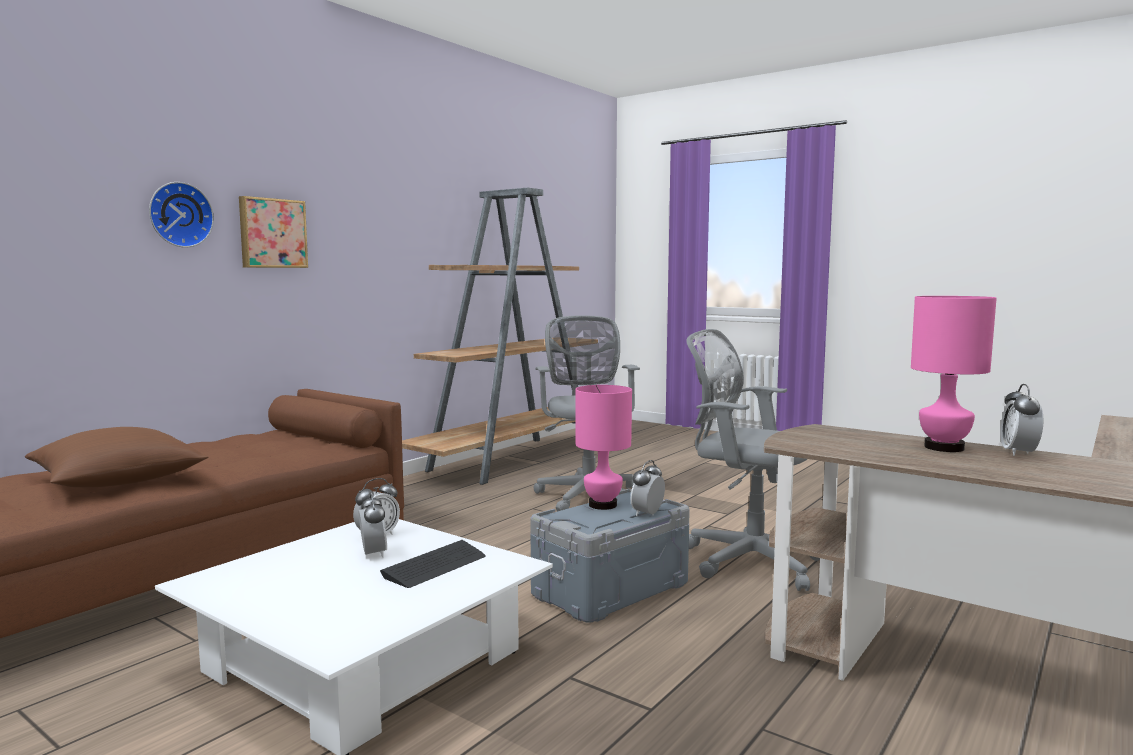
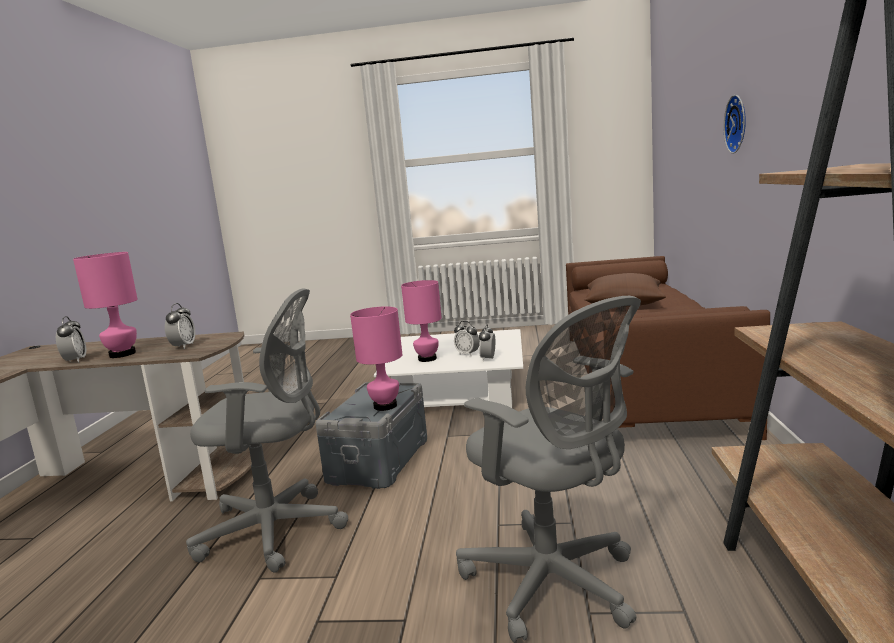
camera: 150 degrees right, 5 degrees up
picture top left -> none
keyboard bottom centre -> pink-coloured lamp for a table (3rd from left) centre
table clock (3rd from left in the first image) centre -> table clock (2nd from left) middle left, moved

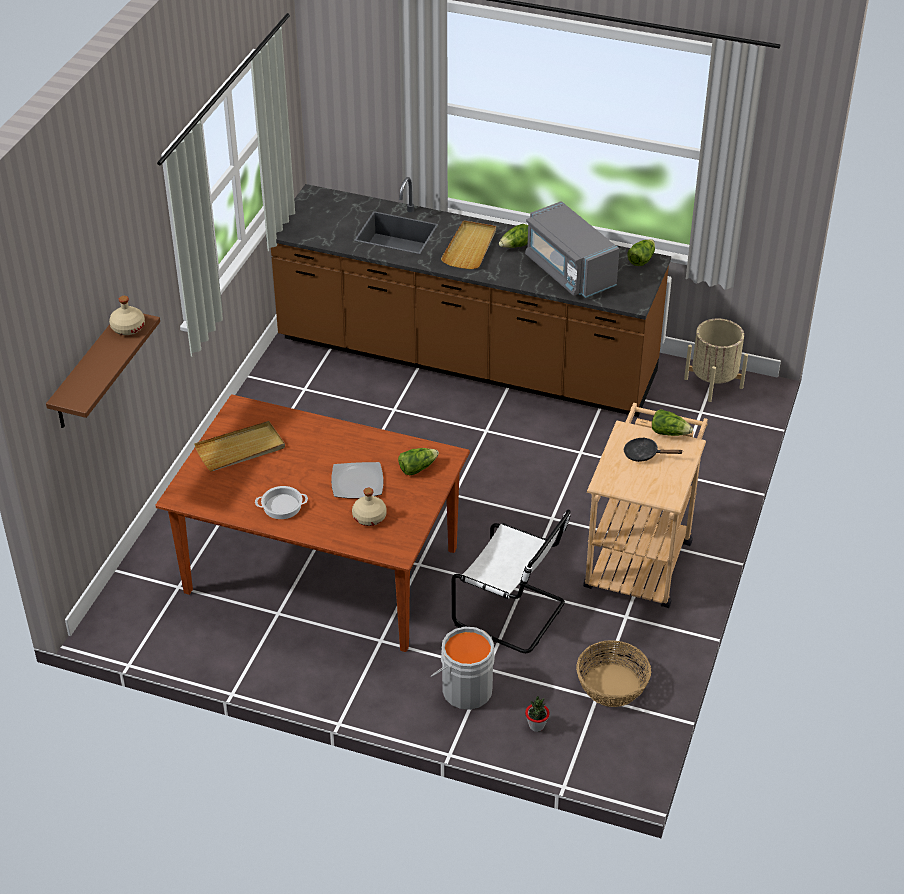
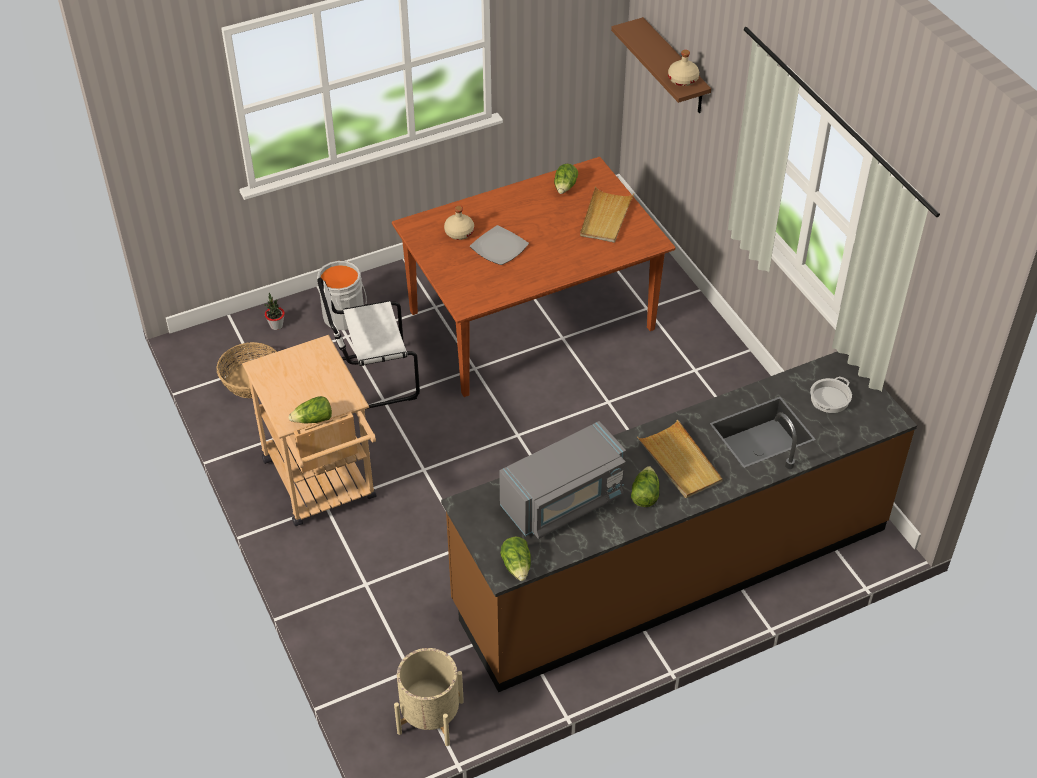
camera: 135 degrees right, 5 degrees up
stockpot middle left -> stockpot middle right, moved
head of lettuce (1st from left in the first image) centre -> head of lettuce (3rd from left) top centre, moved
gray microwave oven top centre -> gray microwave oven centre, 135 degrees clockwise
black pan middle right -> none

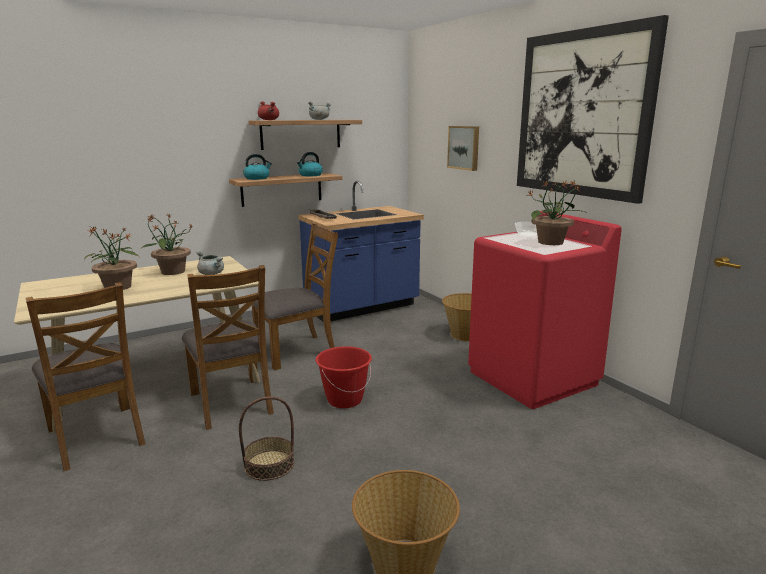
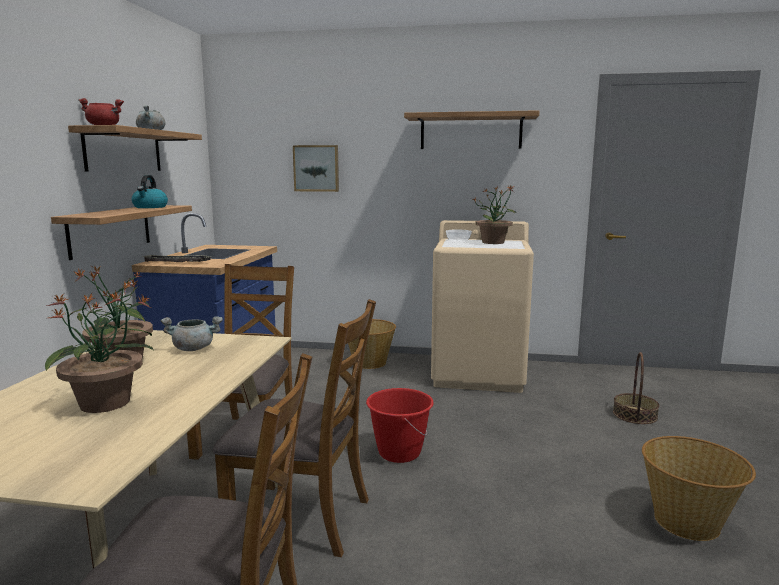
camera: 50 degrees left, 5 degrees down
household basket (1st from left in the first image) bottom centre -> household basket (2nd from left) middle right, moved
water kettle (1st from left) top centre -> none
reddish laundry machine middle right -> beige-coloured laundry machine centre
picture (2nd from left) top right -> wall shelf (3rd from left) top centre

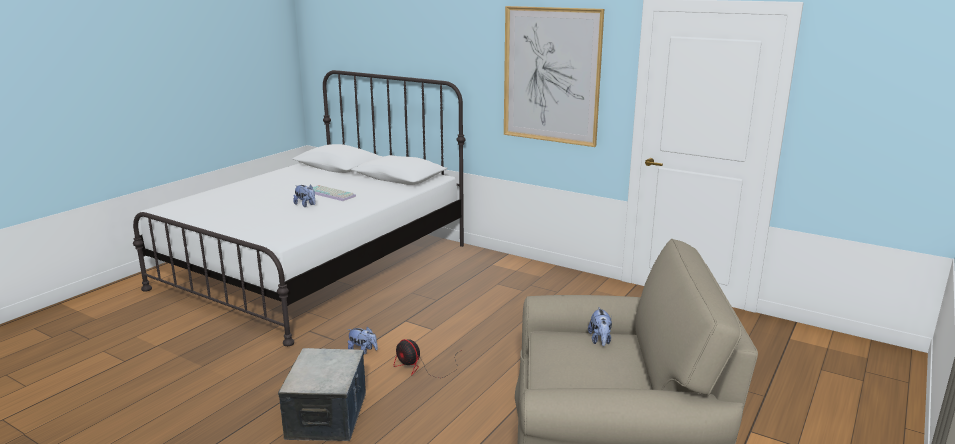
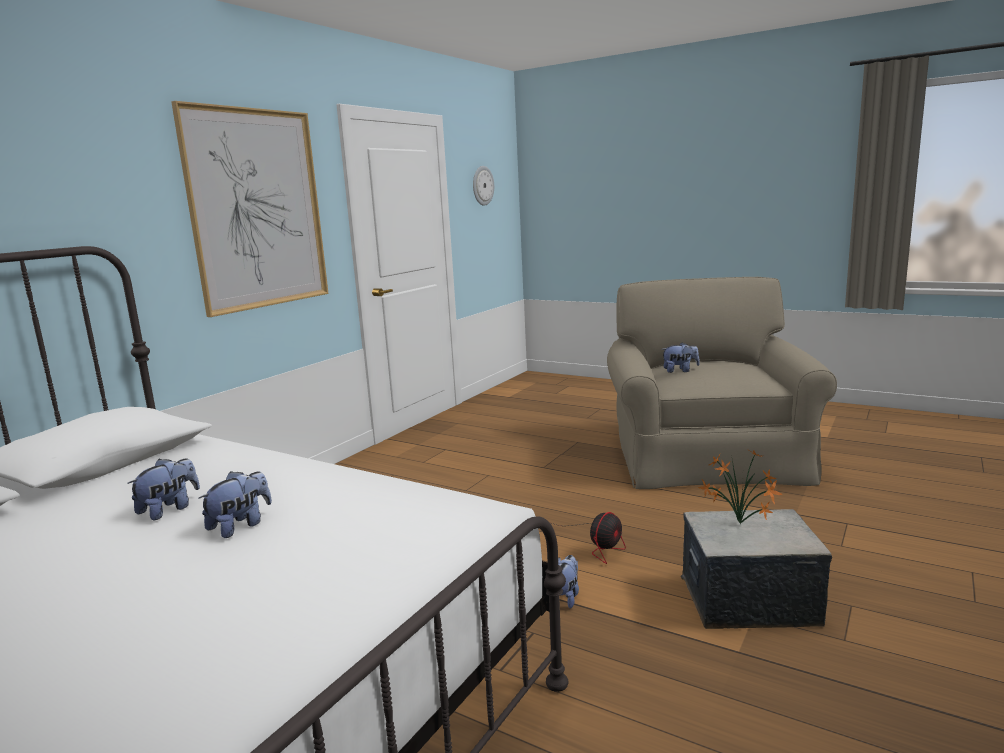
camera: 90 degrees left, 5 degrees down
keyboard centre -> soft toy (1st from left) middle left
none -> hanging clock top centre
none -> potted plant middle right

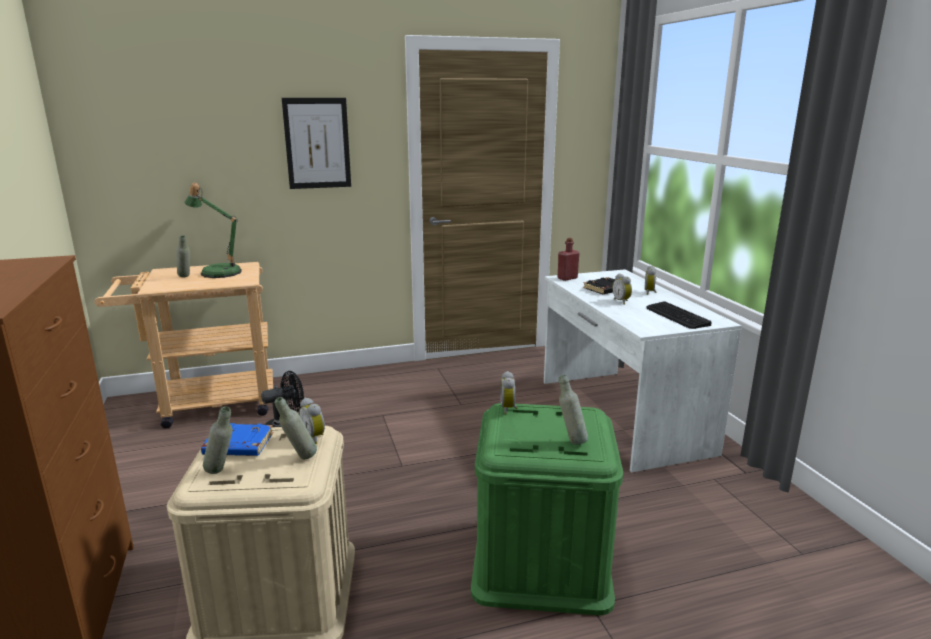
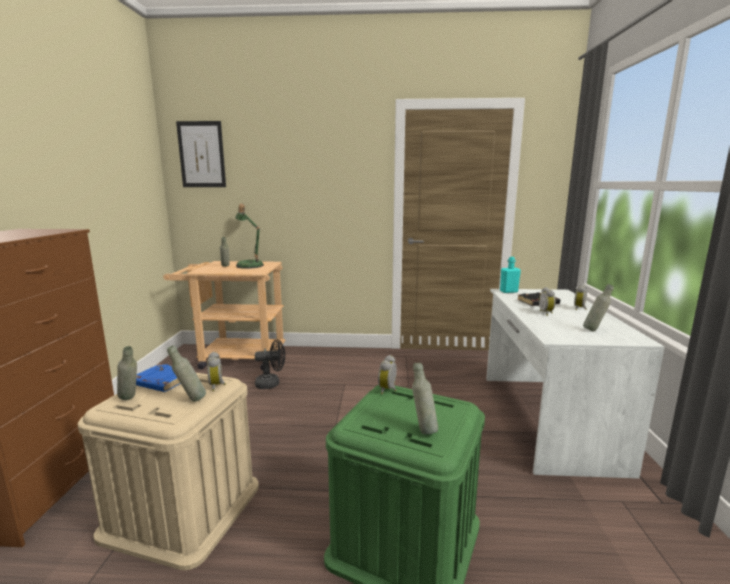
camera: 20 degrees right, 5 degrees down
picture top centre -> picture top left, moved
reddish drink bottle centre -> turquoise-coloured drink bottle middle right
keyboard middle right -> gray drink bottle (5th from left) middle right

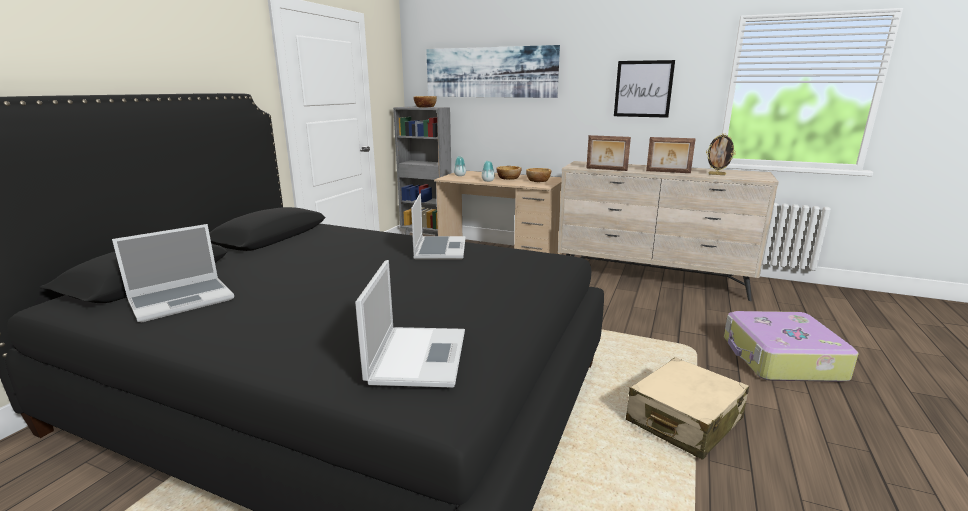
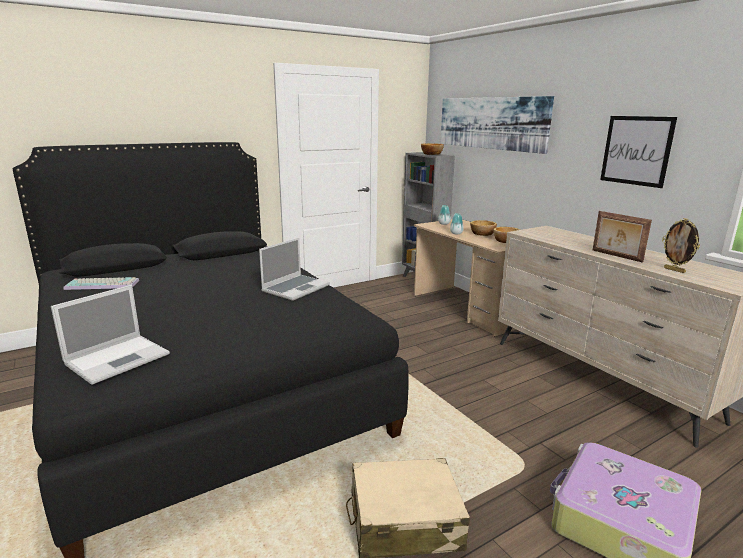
camera: 35 degrees right, 0 degrees up
laptop (1st from left) middle left -> keyboard middle left
picture frame (1st from left) top centre -> none

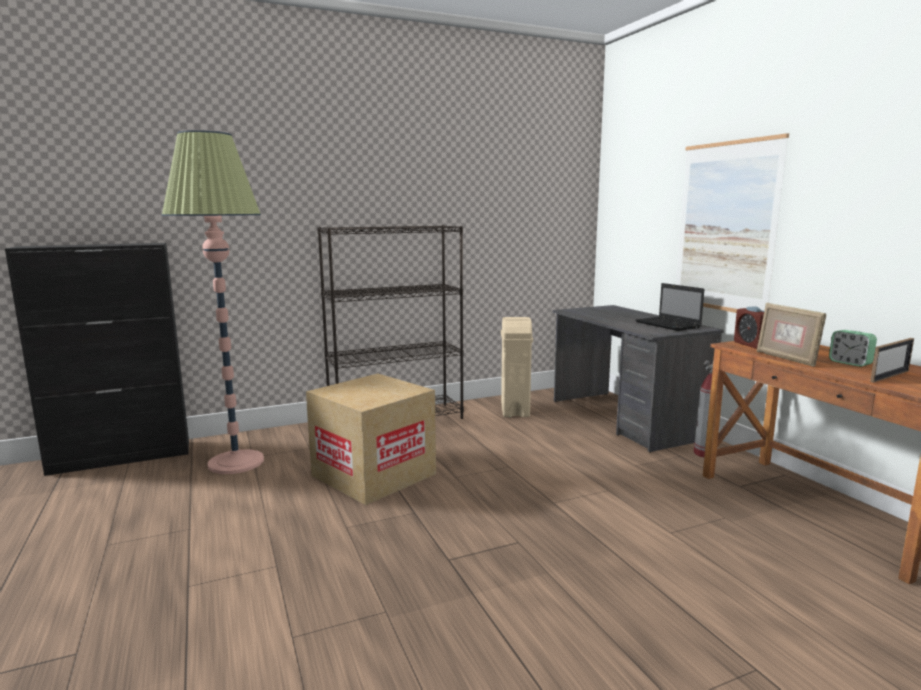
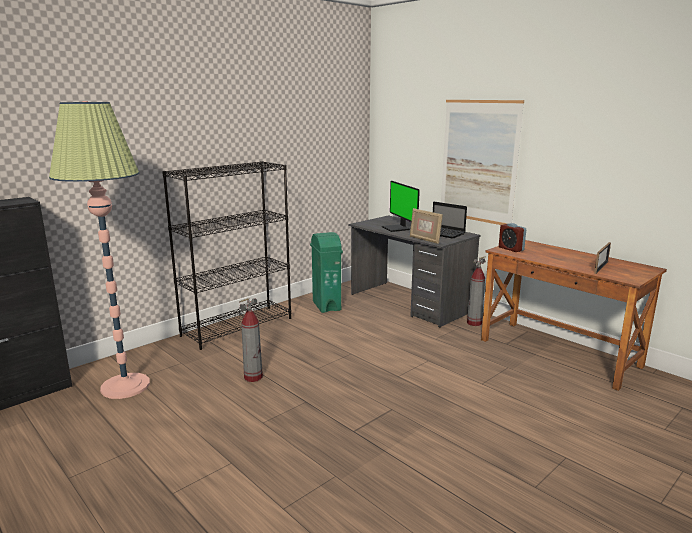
camera: 20 degrees left, 5 degrees up
packing box centre -> extinguisher (1st from left) centre
beige-coloured trash can centre -> greenish trash can centre
picture frame (1st from left) middle right -> picture frame (1st from left) centre, moved
table clock (2nd from left) middle right -> none
none -> computer display centre

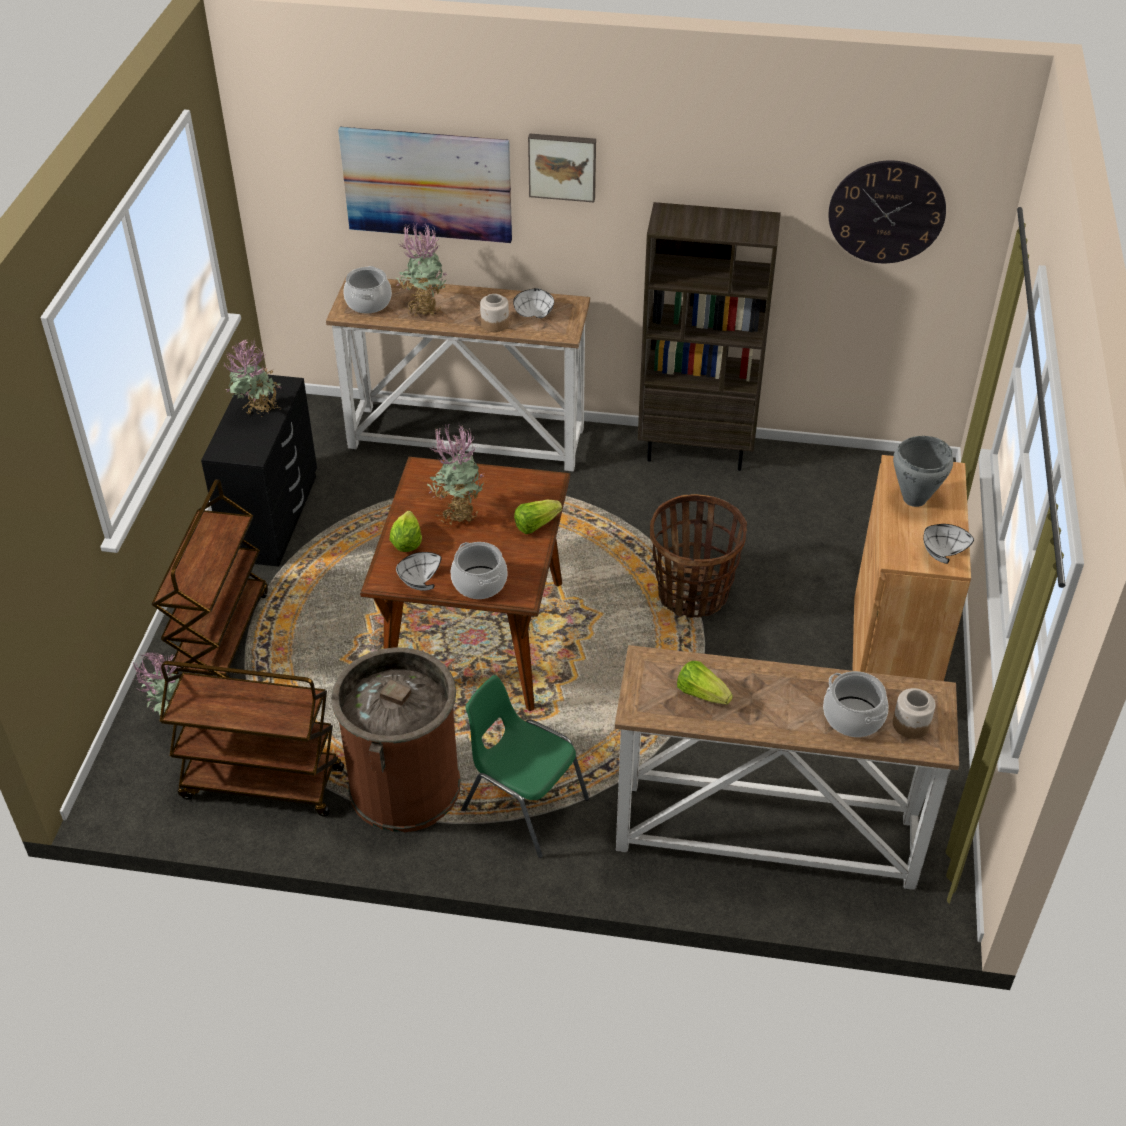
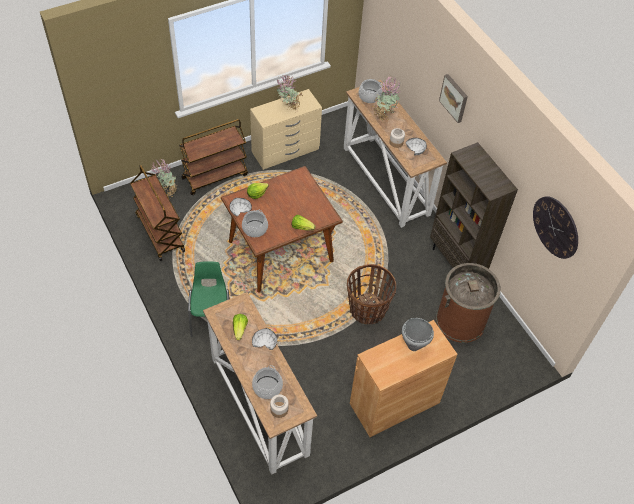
camera: 50 degrees right, 10 degrees up
black dresser middle left -> beige-coloured dresser top centre
brown trash can centre -> brown trash can middle right, moved
picture (1st from left) top centre -> none
potted plant (4th from left) centre -> none
white-coloured serving bowl (3rd from left in the first image) middle right -> white-coloured serving bowl (2nd from left) bottom centre, moved

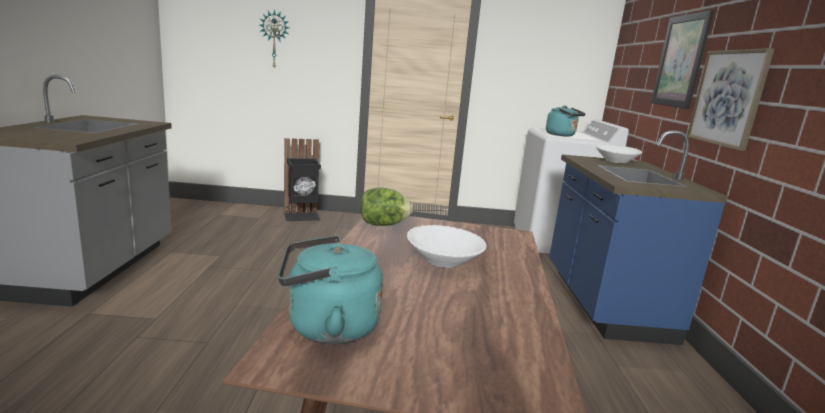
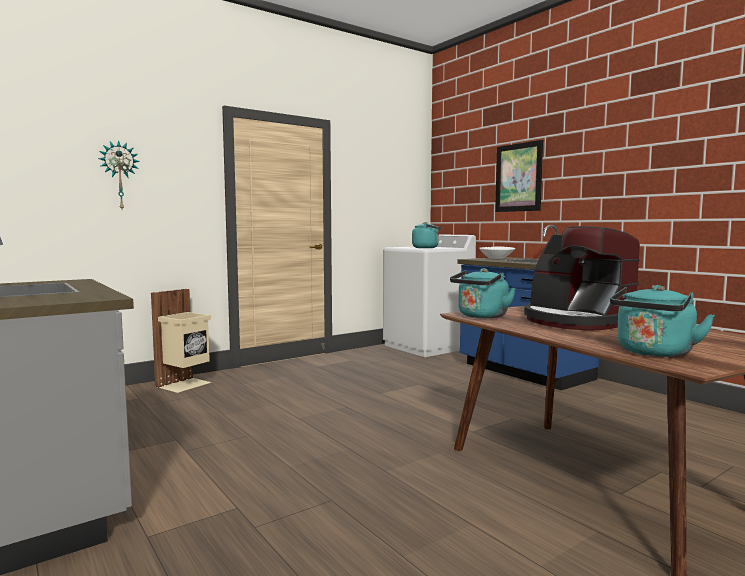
camera: 35 degrees left, 10 degrees down
black trash can centre -> beige-coloured trash can middle left
head of lettuce centre -> turquoise-coloured water kettle (2nd from left) centre
white-coloured serving bowl (1st from left) centre -> coffee maker middle right
picture (2nd from left) top right -> none

